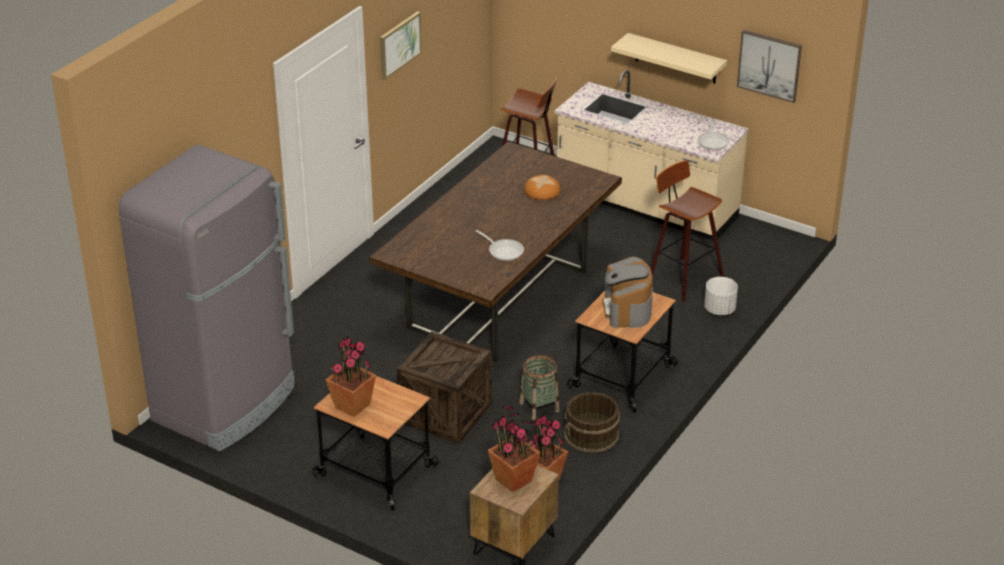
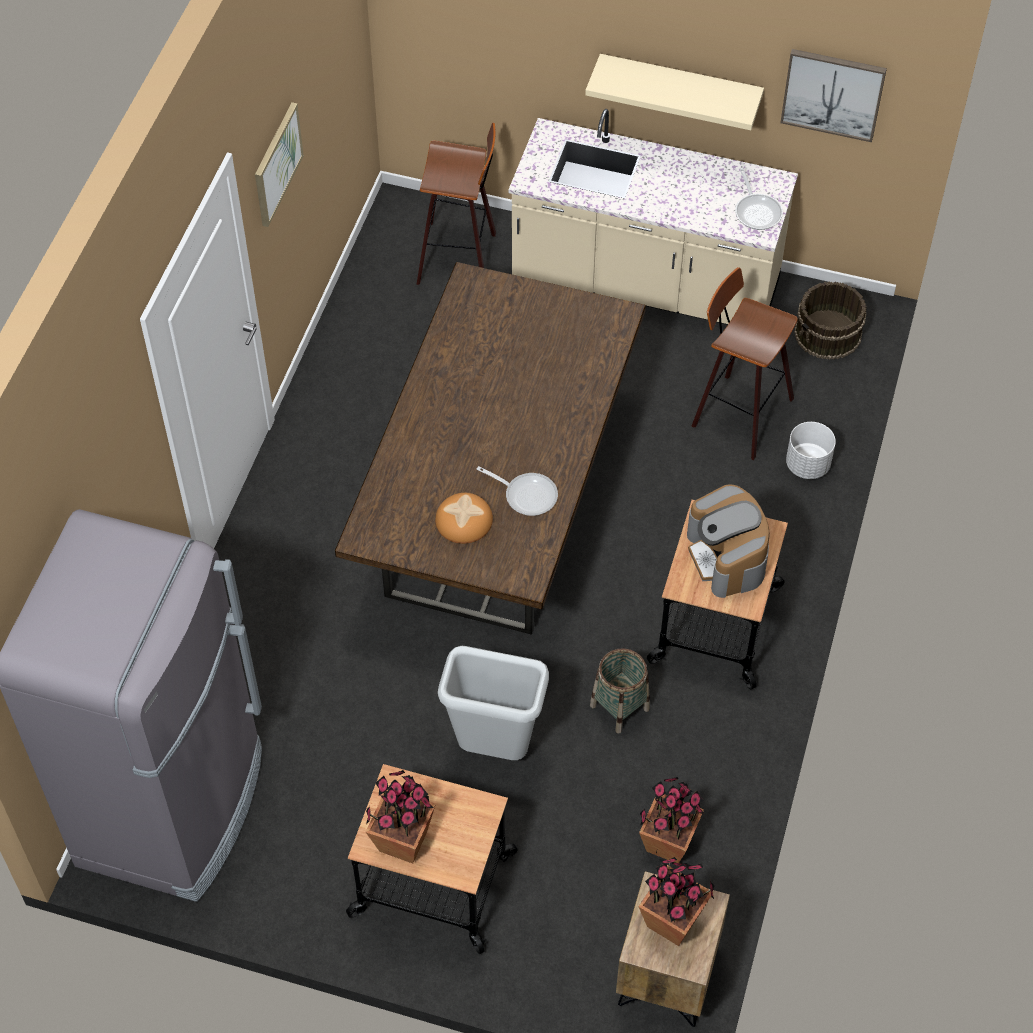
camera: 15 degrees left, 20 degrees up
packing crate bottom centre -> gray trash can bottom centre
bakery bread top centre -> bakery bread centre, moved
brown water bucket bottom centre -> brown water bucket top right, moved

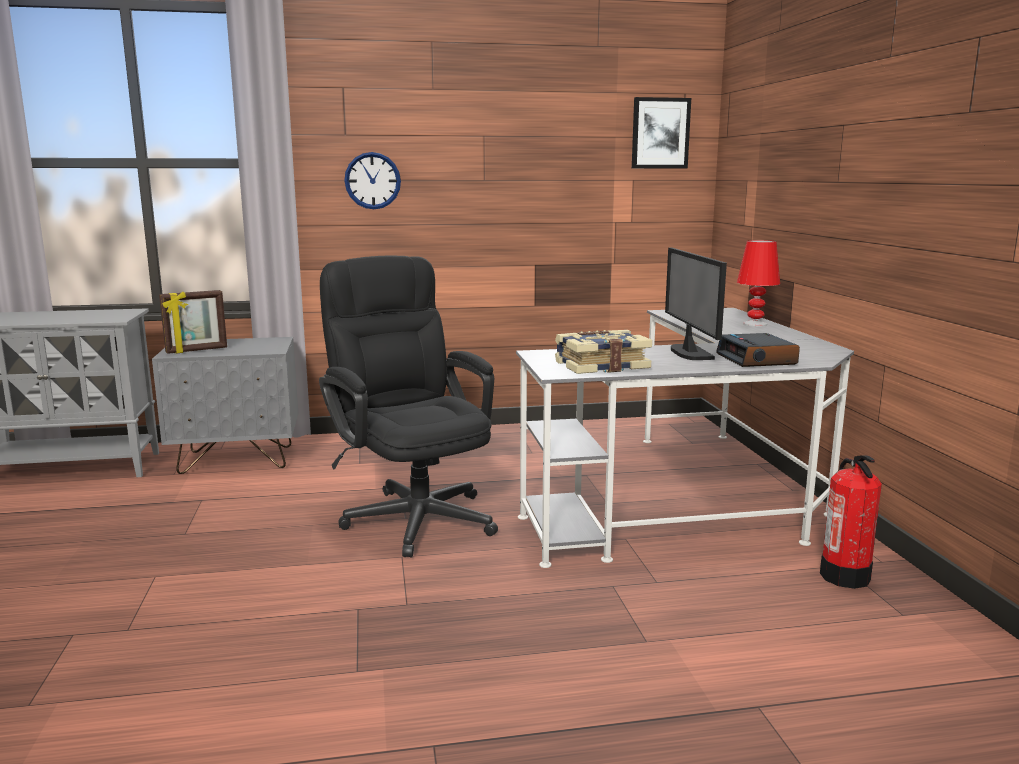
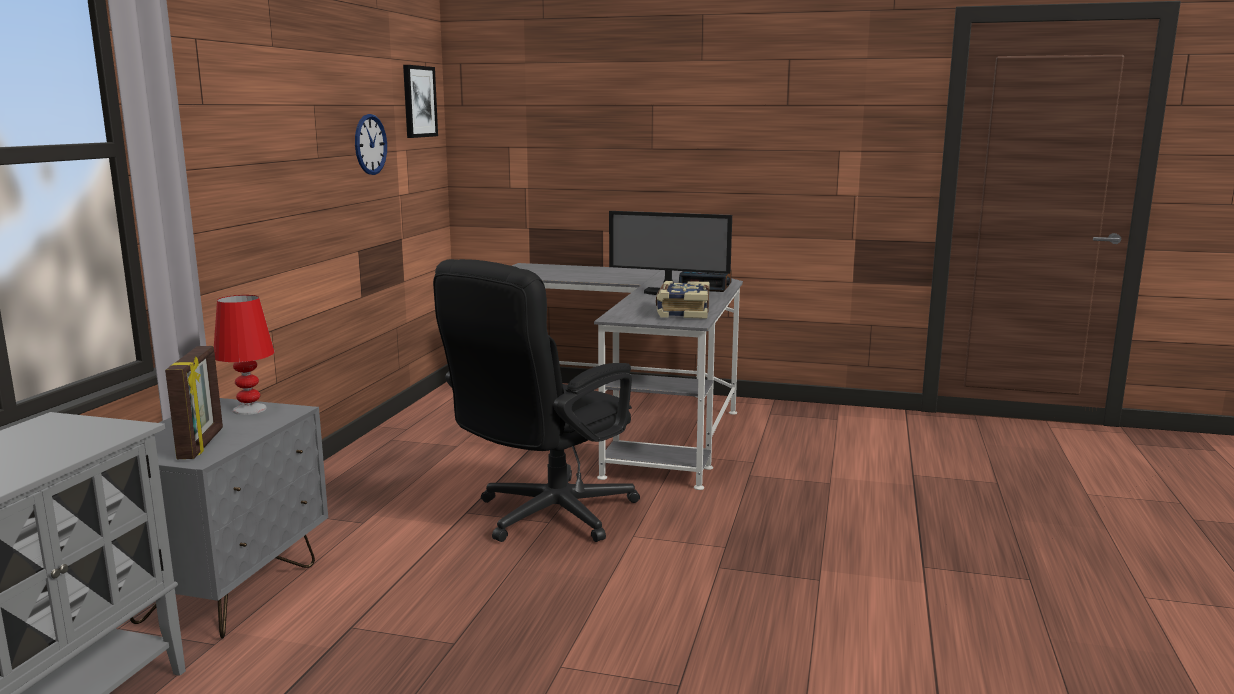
camera: 65 degrees left, 0 degrees up
black computer chair centre, 45 degrees counterclockwise
hanging clock top centre -> hanging clock top left, moved
reddish lamp for a table middle right -> reddish lamp for a table middle left, moved
extinguisher bottom right -> none

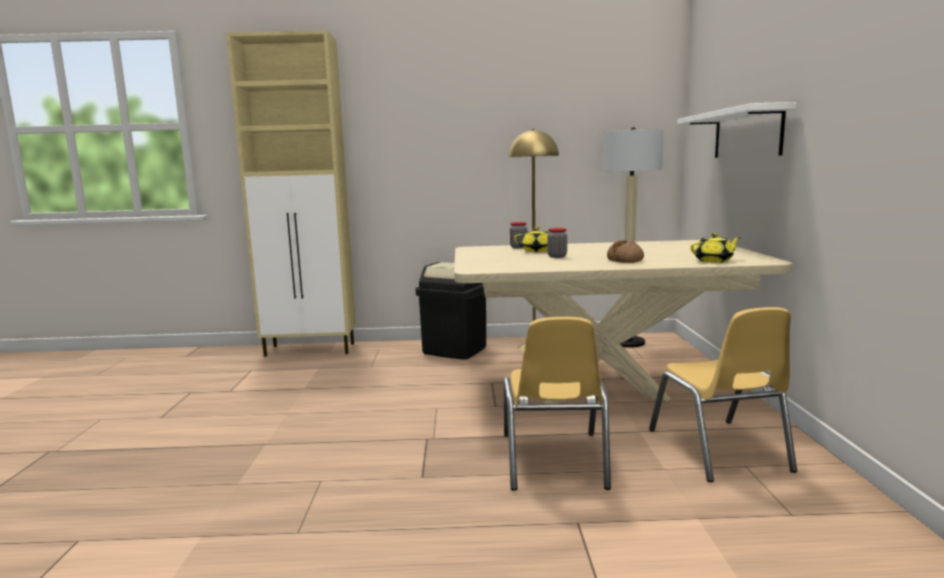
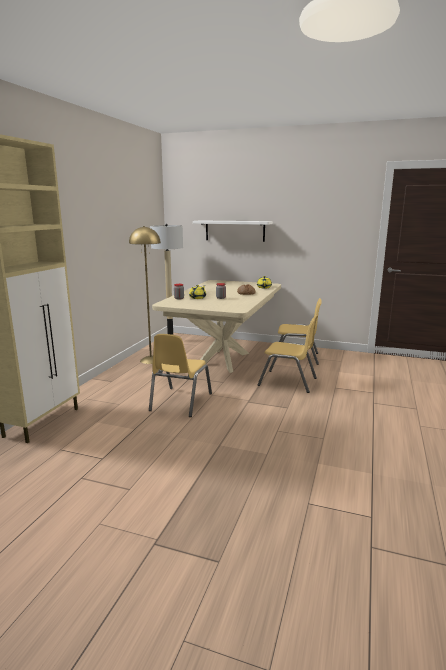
camera: 70 degrees left, 5 degrees up
black trash can centre -> none
none -> yellow-coloured plain chair (1st from left) centre

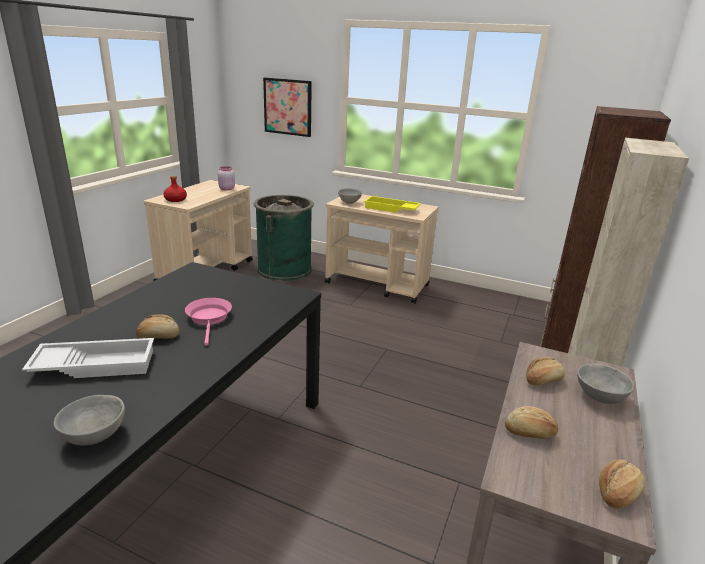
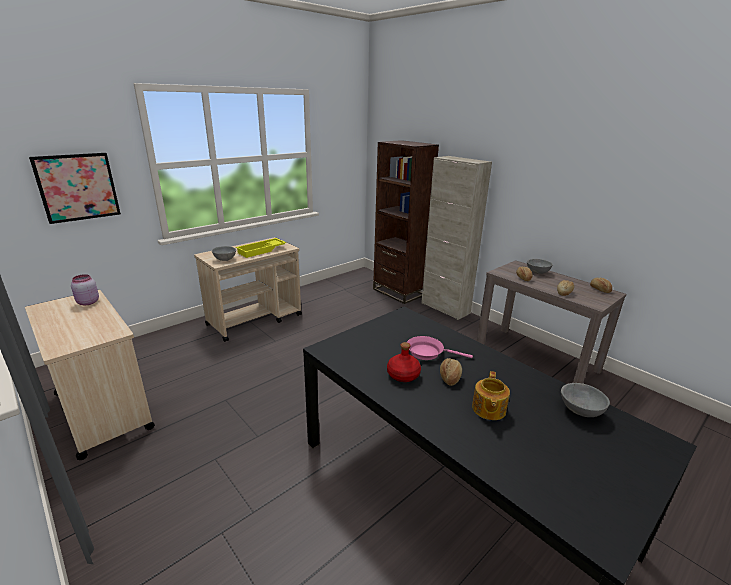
camera: 65 degrees left, 0 degrees up
white-coloured carrying tray middle left -> tea pot bottom right
reddish drink bottle middle left -> reddish drink bottle centre, moved
greenish trash can centre -> none

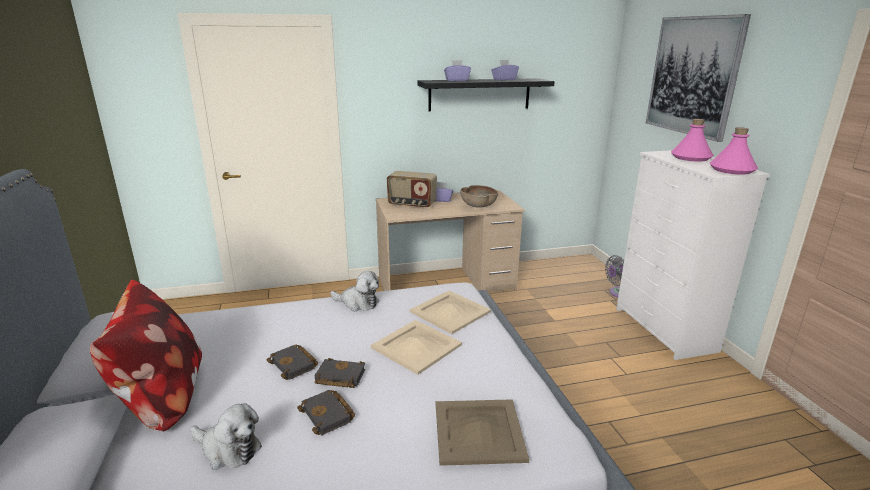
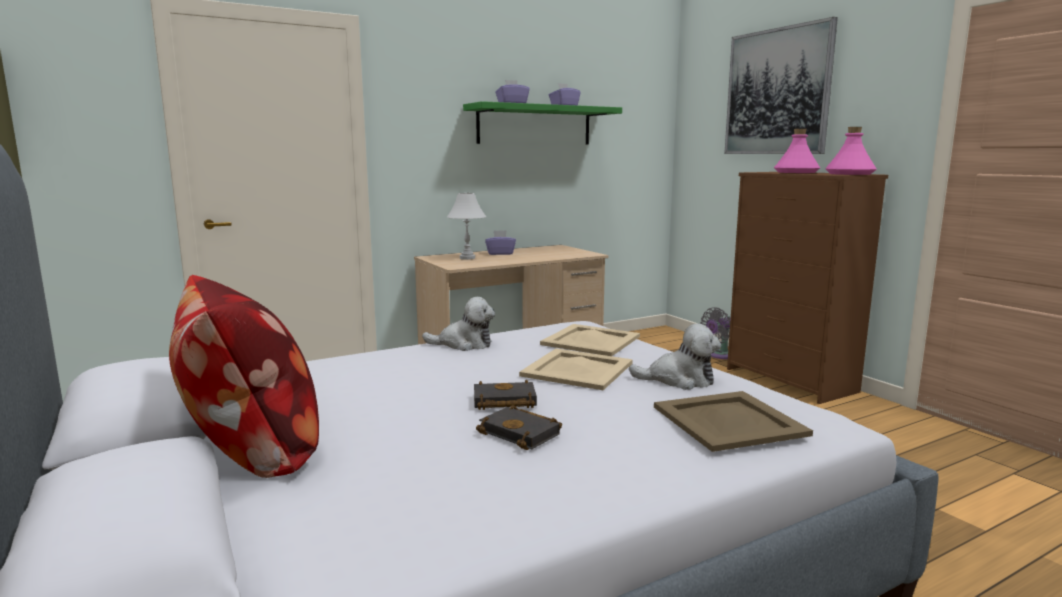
camera: 15 degrees left, 10 degrees down
soft toy (1st from left in the first image) bottom left -> soft toy (2nd from left) centre, moved
black volume (1st from left) bottom centre -> none
radio set centre -> white-coloured lamp for a table centre
black wall shelf top centre -> greenish wall shelf top centre
brown serving bowl centre -> none
white-coloured dresser middle right -> brown dresser middle right

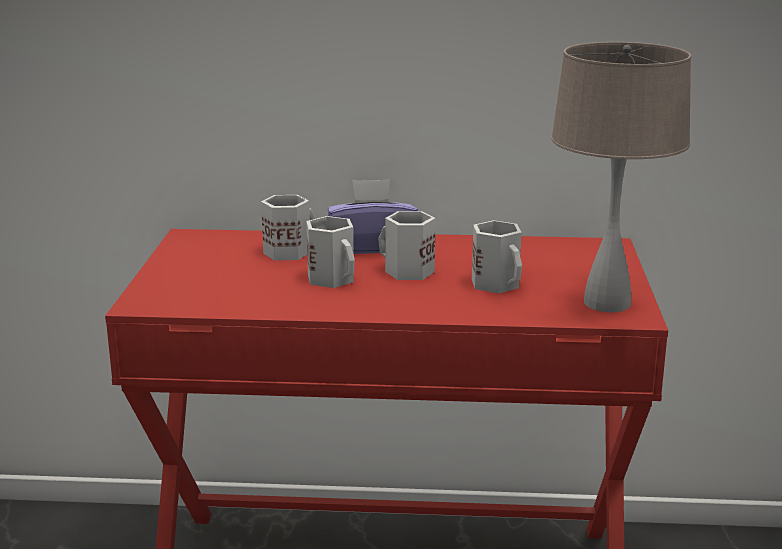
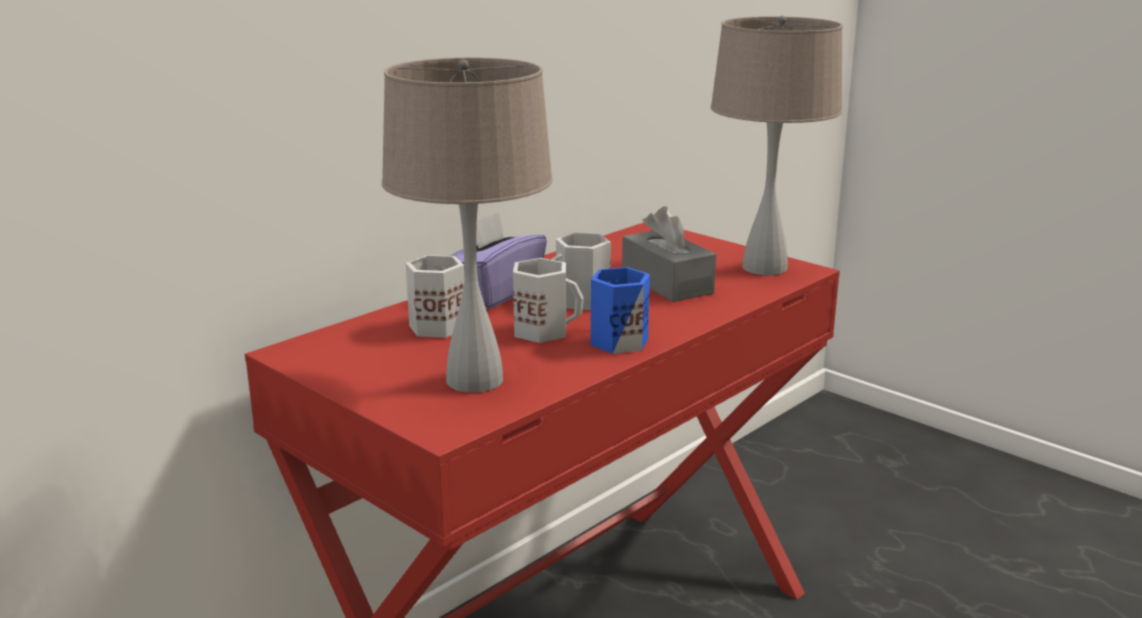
camera: 50 degrees left, 0 degrees up
white-coloured coffee mug (4th from left) centre -> gray tissue box centre
none -> beige-coloured lamp for a table (1st from left) centre
none -> blue-coloured coffee mug centre

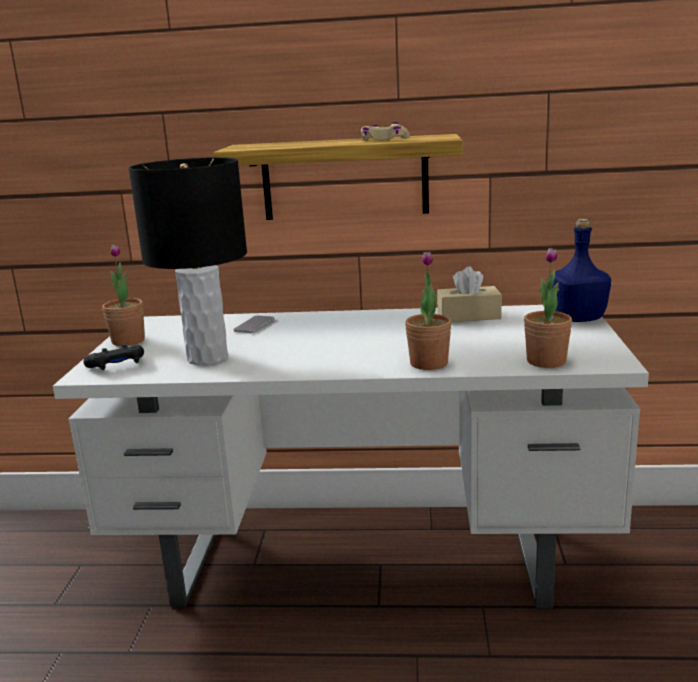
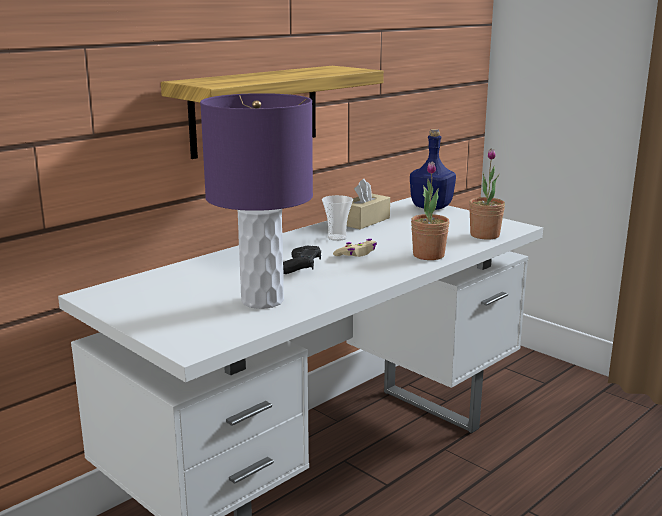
camera: 50 degrees left, 0 degrees up
black gamepad middle left -> black gamepad centre, moved
potted plant (1st from left) middle left -> none
black lamp for a table middle left -> purplish lamp for a table centre
handset centre -> none
beige-coloured gamepad top centre -> beige-coloured gamepad centre, moved
none -> drinking cup centre

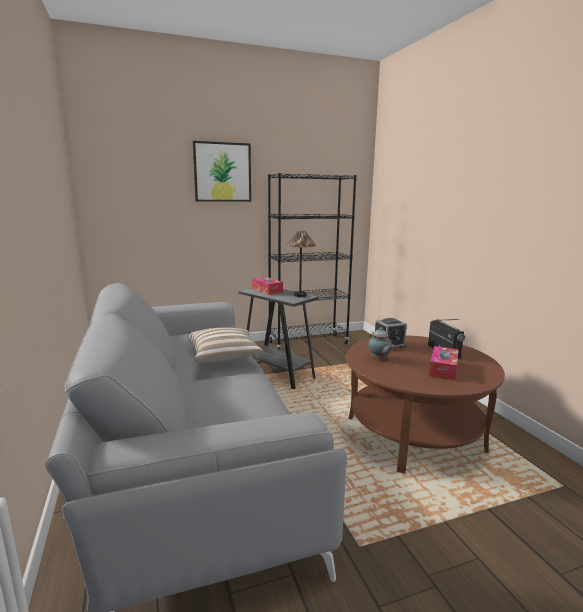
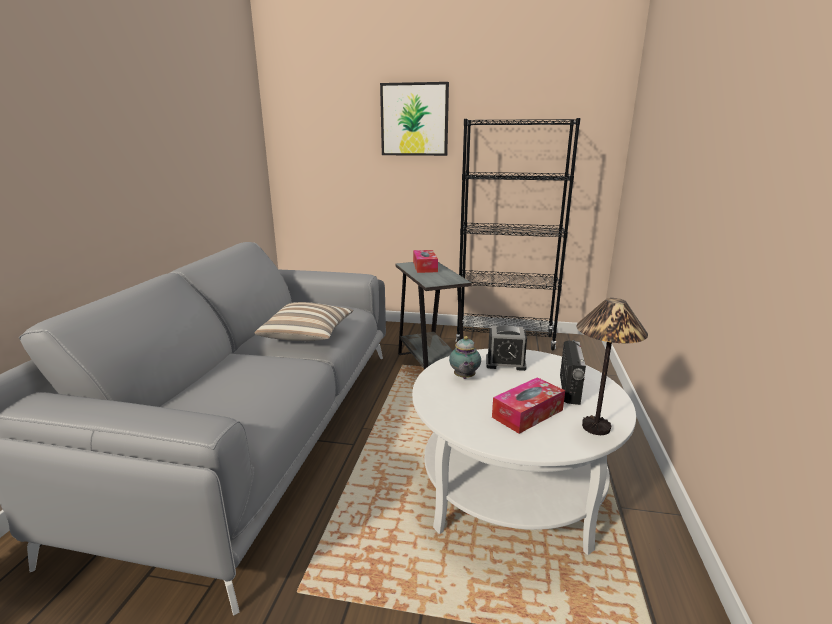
camera: 30 degrees right, 5 degrees up
lamp for a table centre -> lamp for a table middle right, moved
brown low table middle right -> white-coloured low table bottom centre

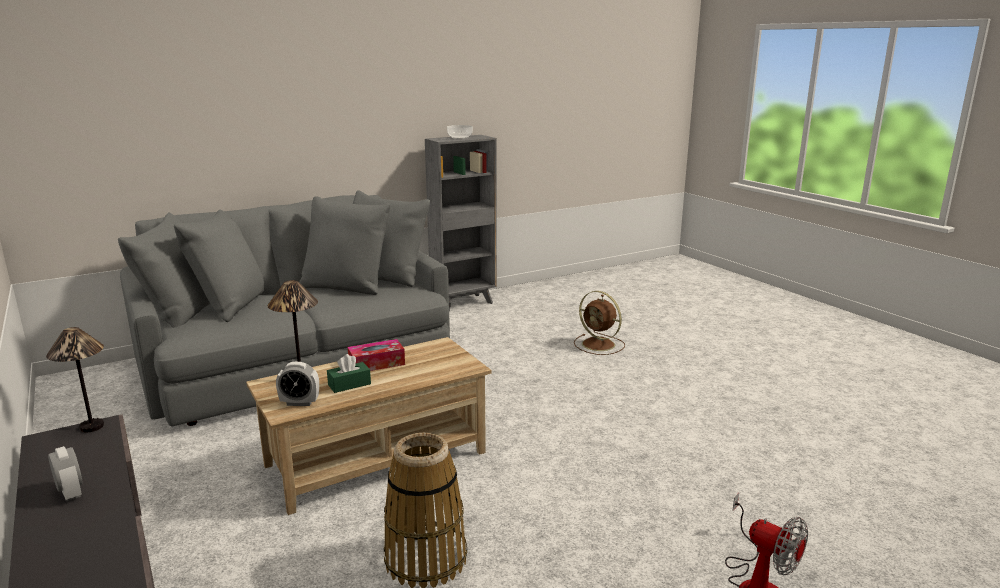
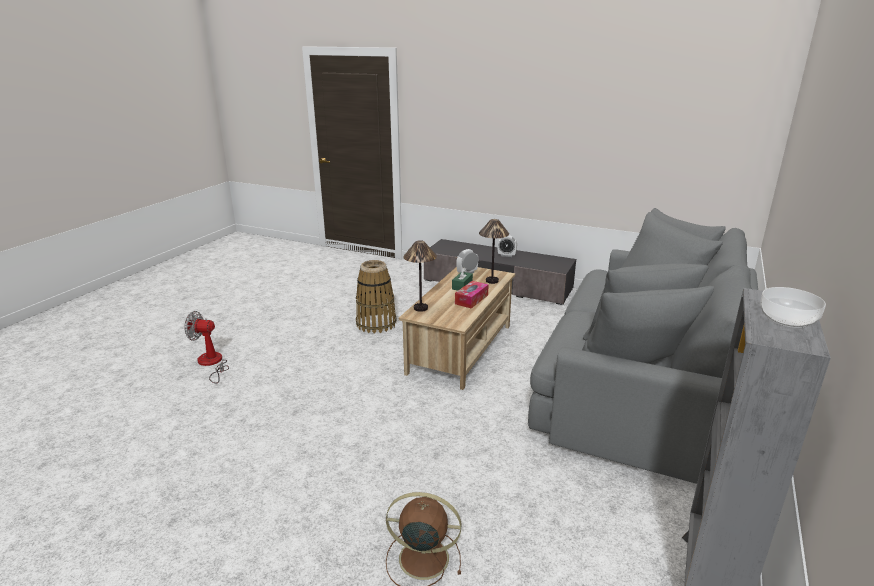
camera: 145 degrees right, 5 degrees up
lamp for a table (1st from left) middle left -> lamp for a table (1st from left) centre, moved

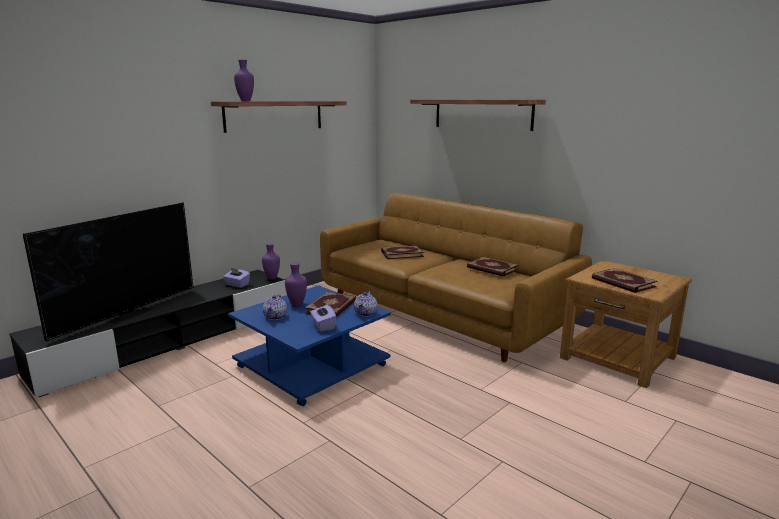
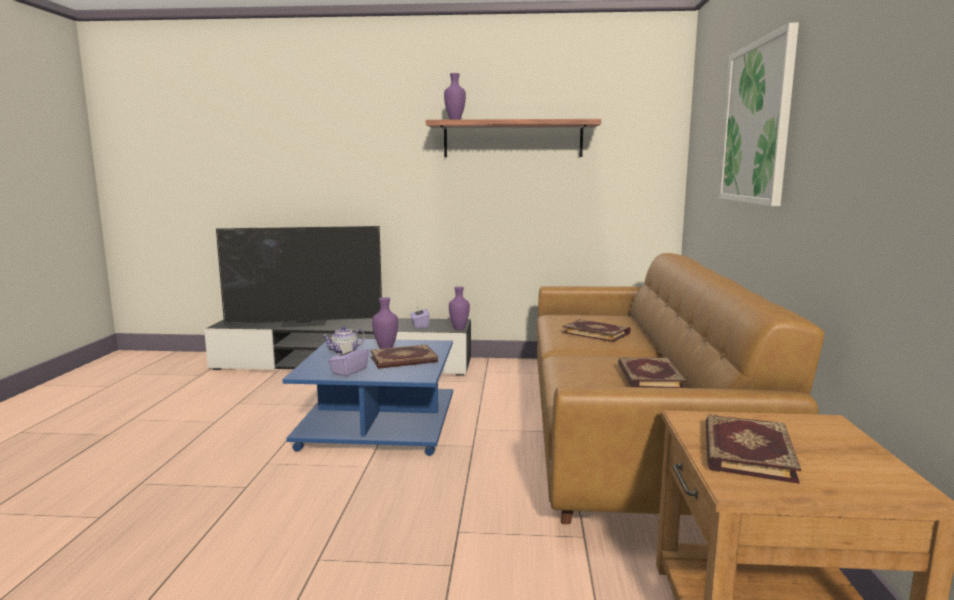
camera: 50 degrees right, 5 degrees down
tea pot (2nd from left) centre -> none
wall shelf (2nd from left) top centre -> picture top right

